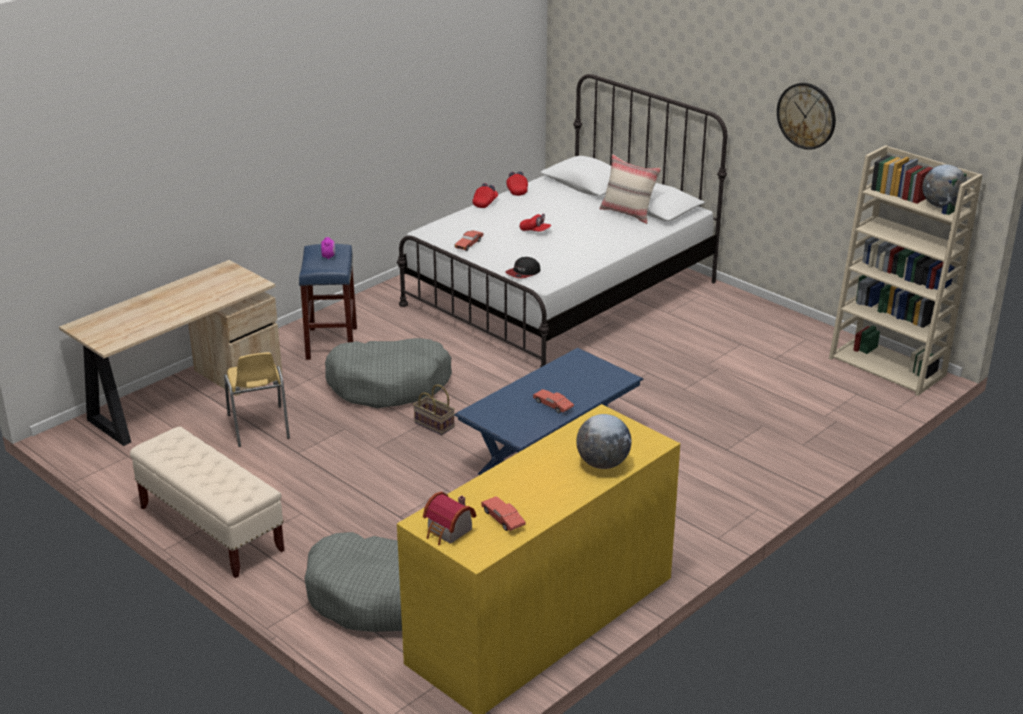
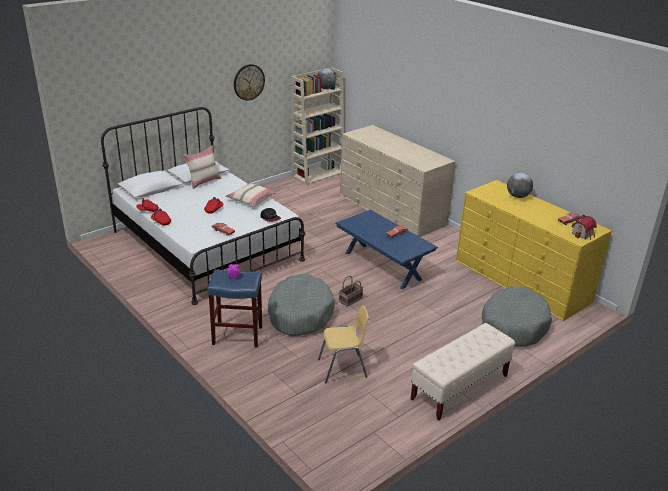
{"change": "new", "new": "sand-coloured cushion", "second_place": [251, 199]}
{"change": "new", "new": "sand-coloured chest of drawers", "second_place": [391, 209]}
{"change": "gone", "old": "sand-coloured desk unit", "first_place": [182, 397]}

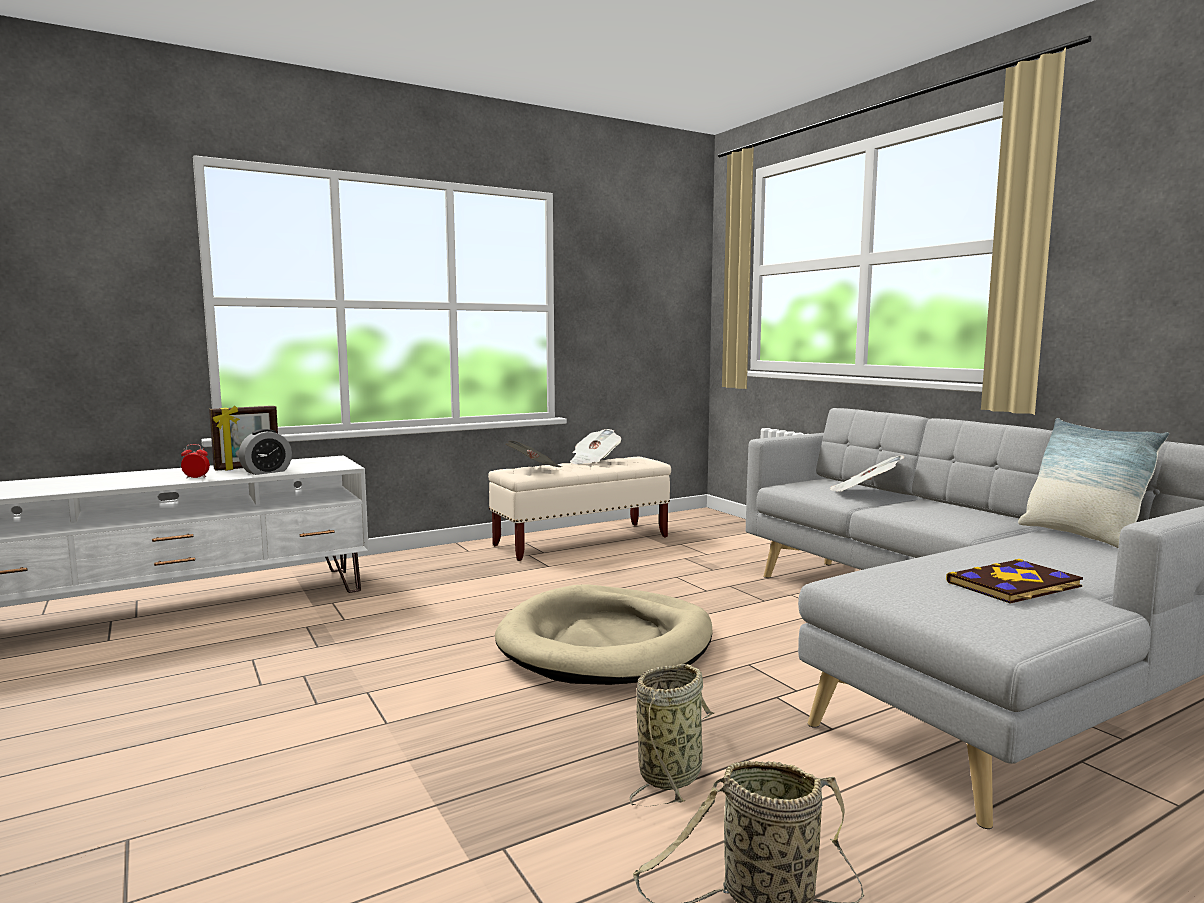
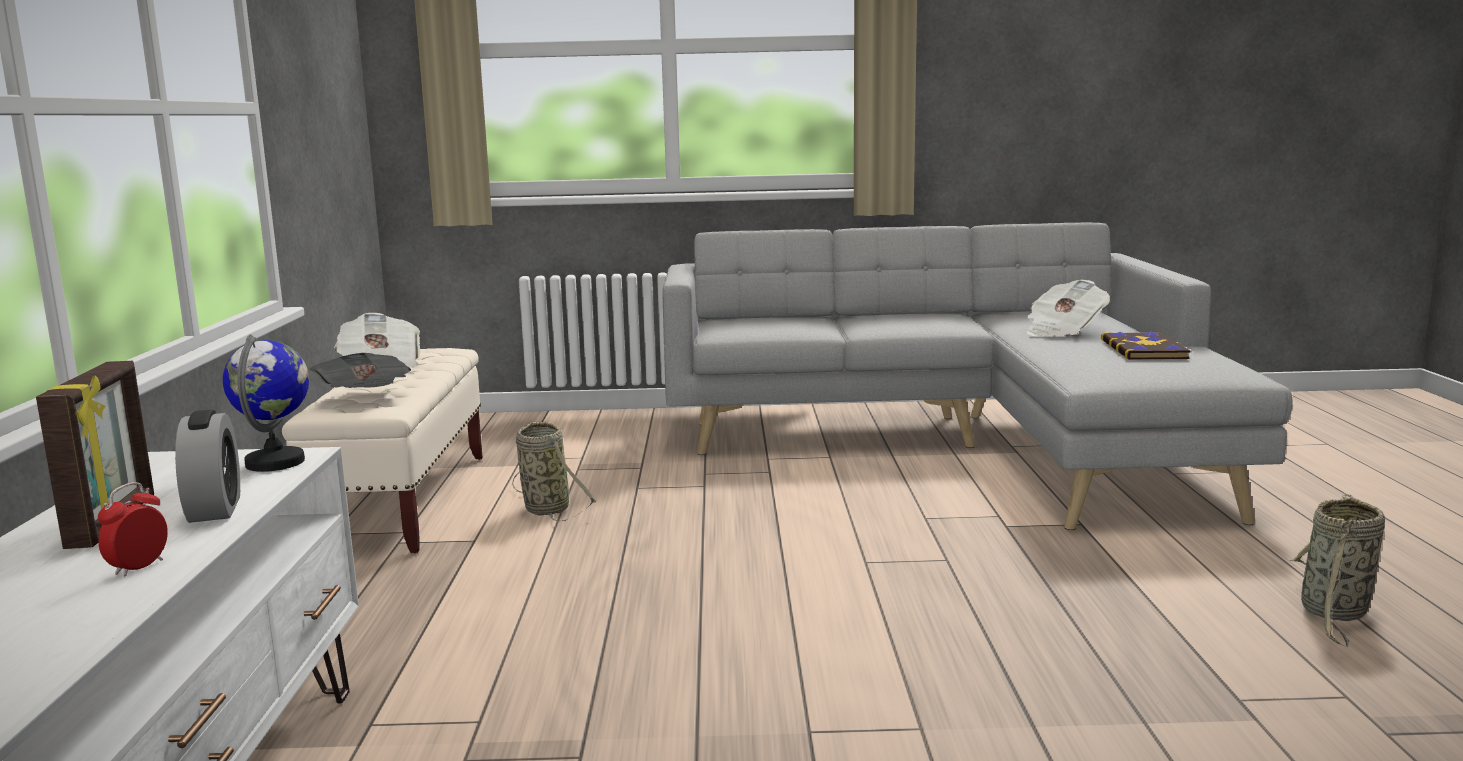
{"change": "new", "new": "world globe", "second_place": [276, 462]}
{"change": "shifted", "old": "storage basket", "first_place": [672, 773], "second_place": [545, 508]}
{"change": "shifted", "old": "printed paper", "first_place": [863, 492], "second_place": [1062, 331]}
{"change": "gone", "old": "sand-coloured dog cushion", "first_place": [606, 643]}
{"change": "gone", "old": "cushion", "first_place": [1080, 536]}

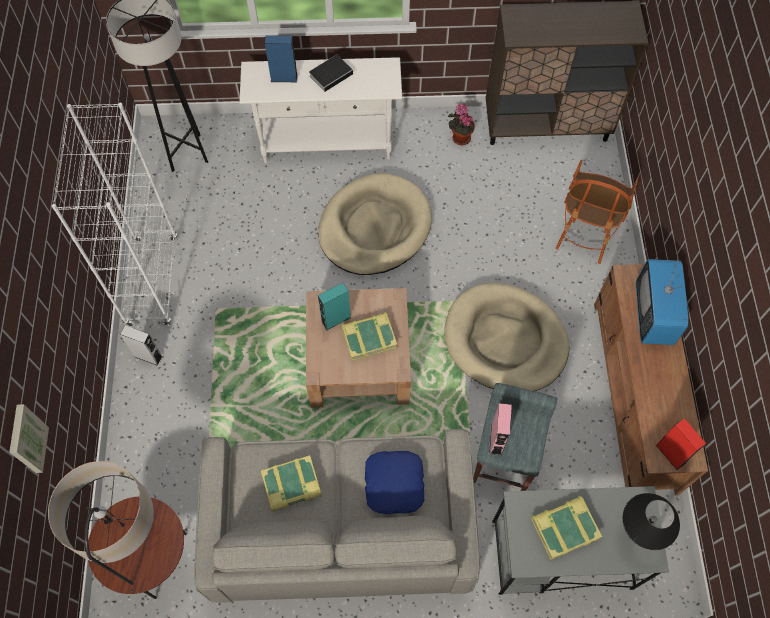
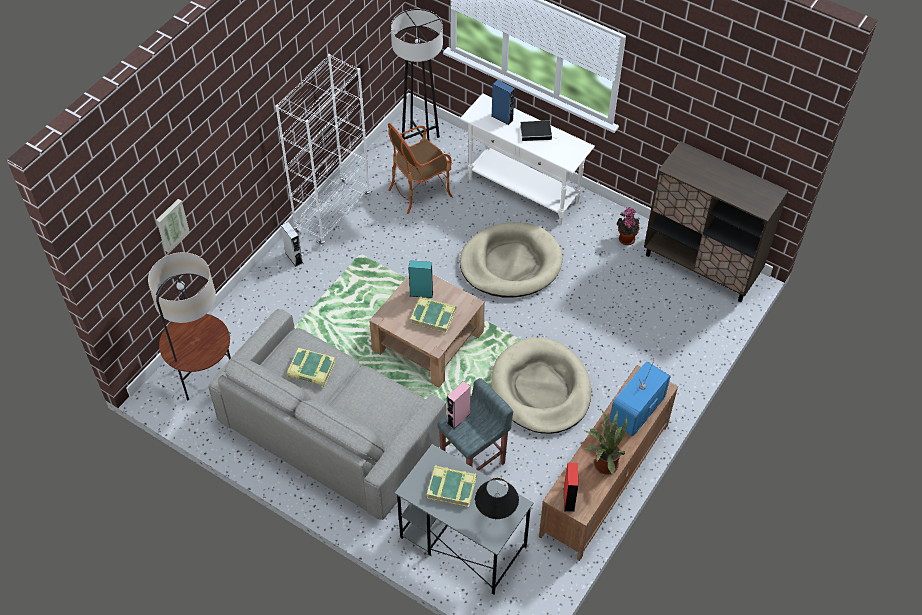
{"change": "shifted", "old": "lounge chair", "first_place": [586, 230], "second_place": [420, 191]}
{"change": "new", "new": "plant in a pot", "second_place": [603, 463]}
{"change": "gone", "old": "blue cushion", "first_place": [393, 484]}

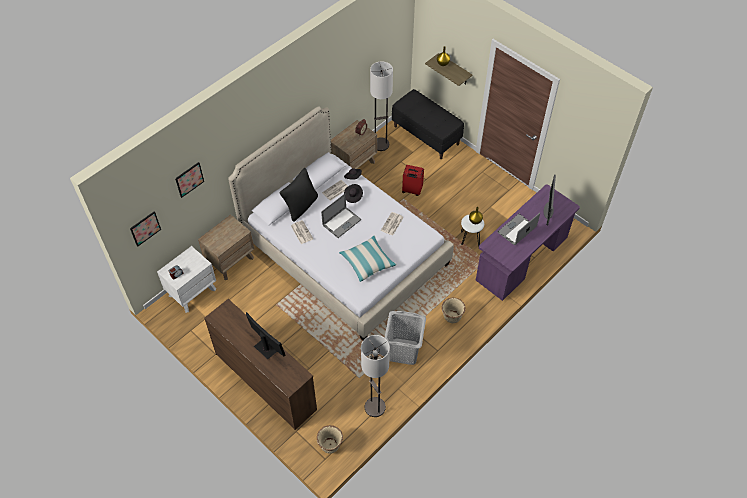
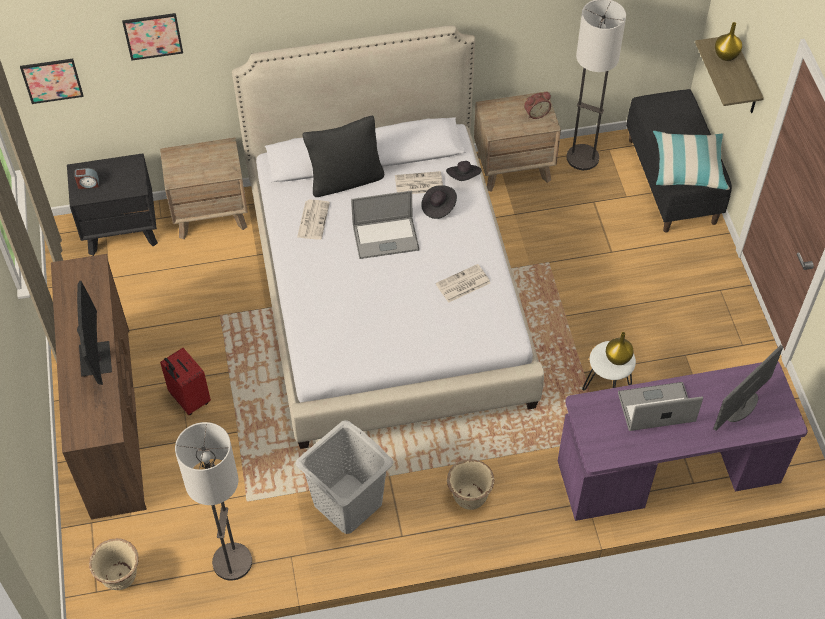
{"change": "repainted", "old": "white nightstand", "new": "black-coloured nightstand", "first_place": [192, 292], "second_place": [122, 230]}
{"change": "shifted", "old": "red suitcase", "first_place": [411, 191], "second_place": [189, 400]}
{"change": "shifted", "old": "cushion", "first_place": [367, 262], "second_place": [688, 167]}

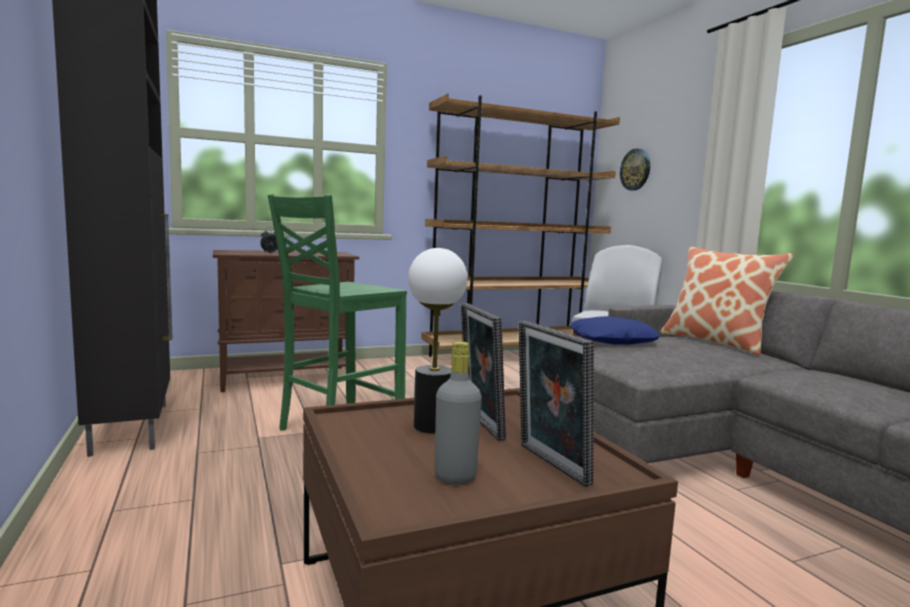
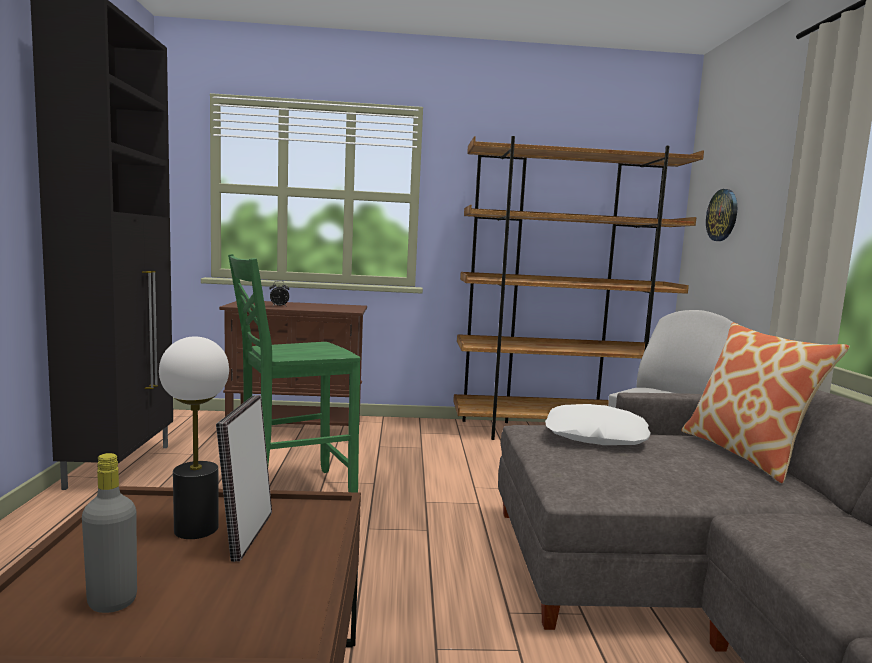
{"change": "repainted", "old": "blue cushion", "new": "white cushion", "first_place": [612, 341], "second_place": [595, 436]}
{"change": "gone", "old": "standing frame", "first_place": [549, 465]}

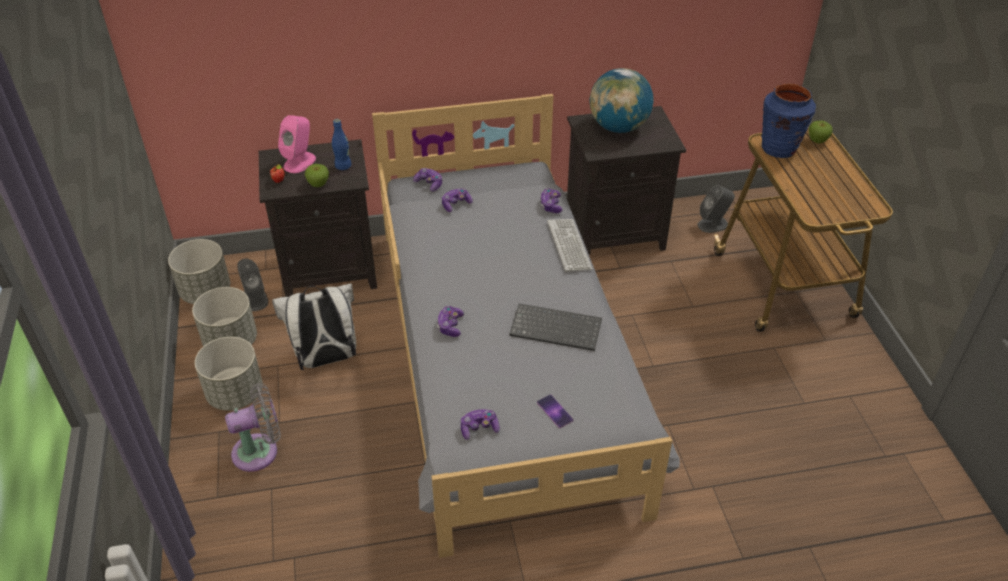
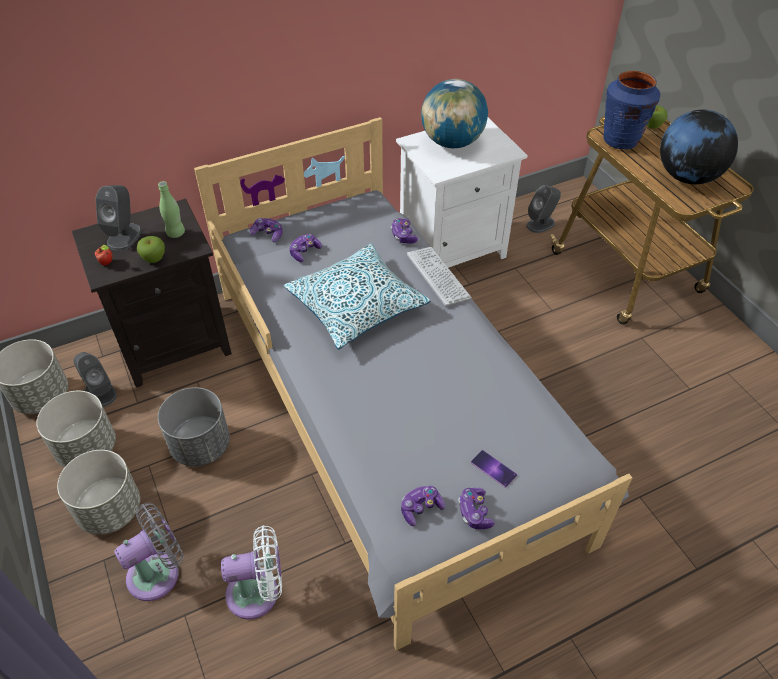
{"change": "repainted", "old": "pinkish audio speaker", "new": "gray audio speaker", "first_place": [300, 162], "second_place": [124, 236]}
{"change": "repainted", "old": "blue drink bottle", "new": "greenish drink bottle", "first_place": [343, 166], "second_place": [176, 233]}
{"change": "swapped", "old": "white backpack", "new": "gray flower pot", "first_place": [326, 359], "second_place": [200, 446]}
{"change": "new", "new": "white cooling fan", "second_place": [258, 592]}
{"change": "new", "new": "cushion", "second_place": [356, 305]}
{"change": "repainted", "old": "black-coloured nightstand", "new": "white nightstand", "first_place": [615, 232], "second_place": [452, 248]}
{"change": "shifted", "old": "joypad", "first_place": [450, 326], "second_place": [474, 512]}
{"change": "new", "new": "world globe", "second_place": [687, 177]}
{"change": "gone", "old": "keyboard", "first_place": [557, 328]}

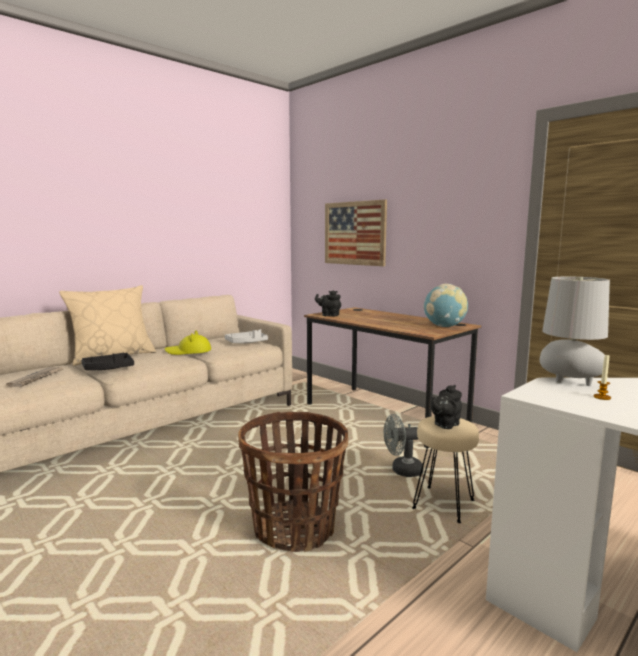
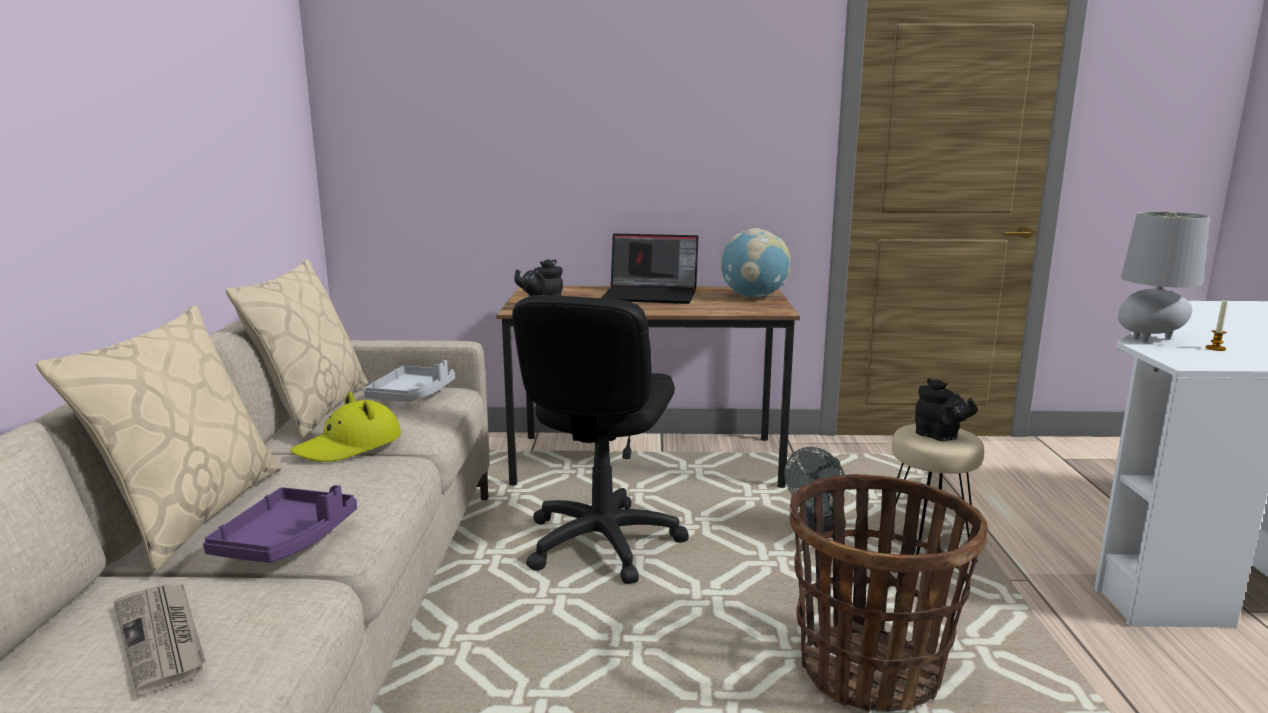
{"change": "repainted", "old": "black-coloured tray", "new": "purple-coloured tray", "first_place": [108, 368], "second_place": [287, 540]}
{"change": "new", "new": "sand-coloured cushion", "second_place": [312, 409]}
{"change": "new", "new": "black-coloured office chair", "second_place": [601, 542]}
{"change": "new", "new": "portable computer", "second_place": [652, 295]}
{"change": "rotated", "old": "black-coloured pot for tea", "first_place": [445, 425], "second_place": [939, 436], "degrees": -45}
{"change": "gone", "old": "wall picture", "first_place": [354, 233]}

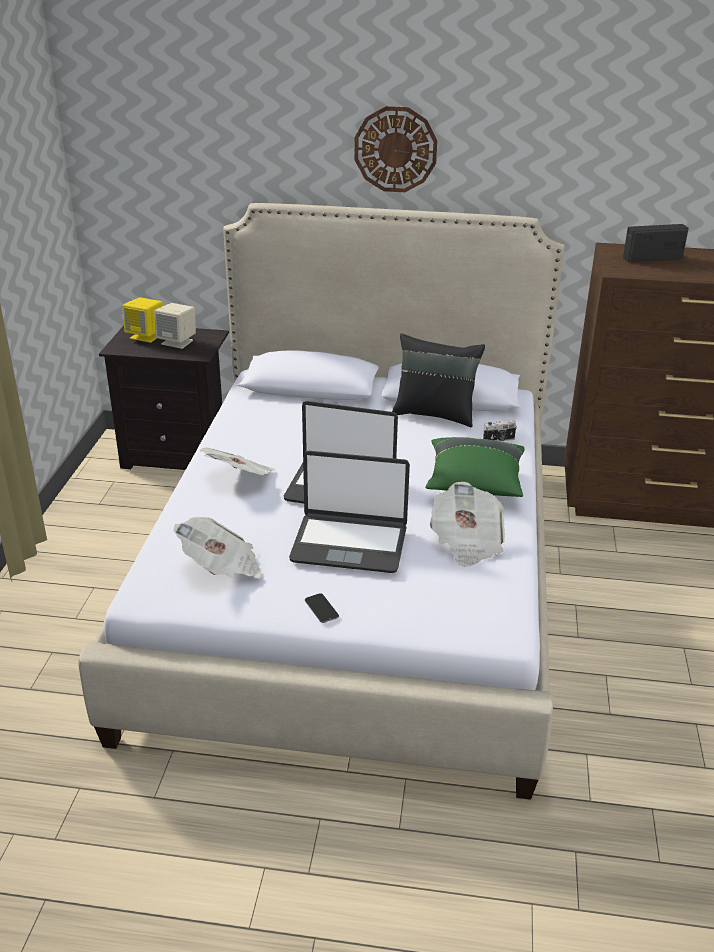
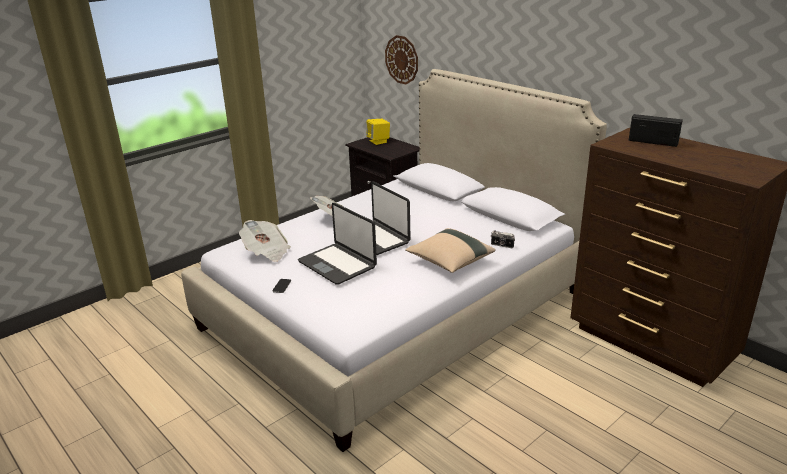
{"change": "shifted", "old": "hanging clock", "first_place": [395, 149], "second_place": [402, 59]}
{"change": "repainted", "old": "greenish cushion", "new": "sand-coloured cushion", "first_place": [474, 484], "second_place": [449, 261]}
{"change": "gone", "old": "sand-coloured audio speaker", "first_place": [177, 342]}
{"change": "gone", "old": "black-coloured cushion", "first_place": [435, 414]}
{"change": "gone", "old": "printed paper", "first_place": [466, 542]}

